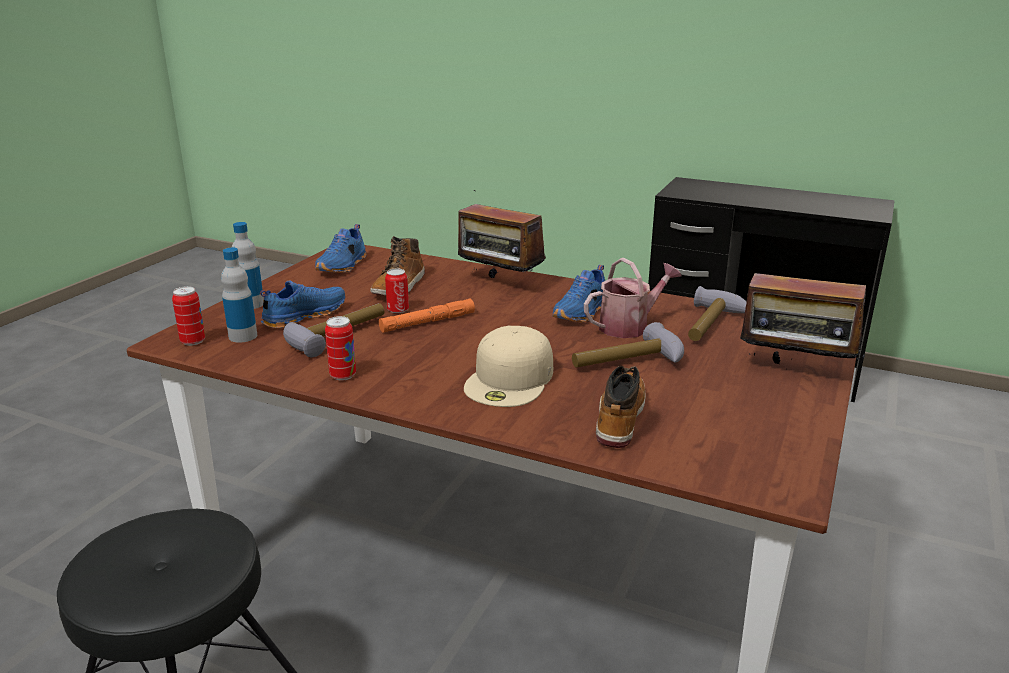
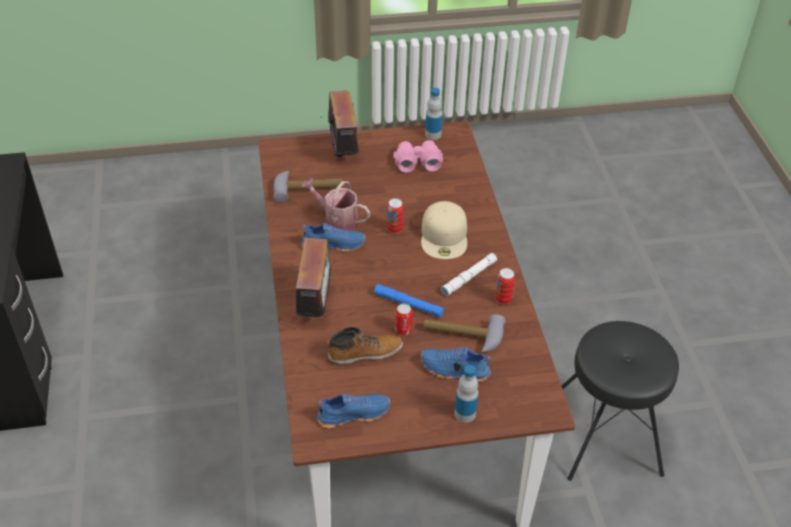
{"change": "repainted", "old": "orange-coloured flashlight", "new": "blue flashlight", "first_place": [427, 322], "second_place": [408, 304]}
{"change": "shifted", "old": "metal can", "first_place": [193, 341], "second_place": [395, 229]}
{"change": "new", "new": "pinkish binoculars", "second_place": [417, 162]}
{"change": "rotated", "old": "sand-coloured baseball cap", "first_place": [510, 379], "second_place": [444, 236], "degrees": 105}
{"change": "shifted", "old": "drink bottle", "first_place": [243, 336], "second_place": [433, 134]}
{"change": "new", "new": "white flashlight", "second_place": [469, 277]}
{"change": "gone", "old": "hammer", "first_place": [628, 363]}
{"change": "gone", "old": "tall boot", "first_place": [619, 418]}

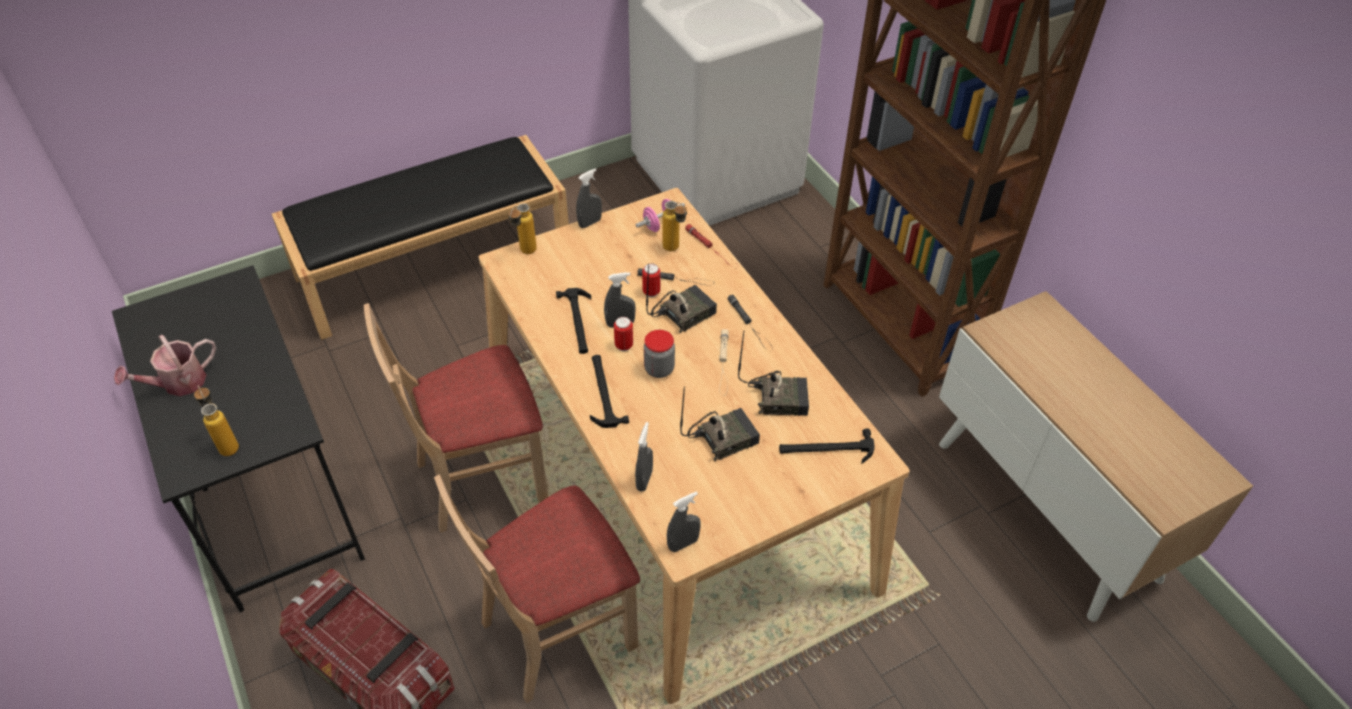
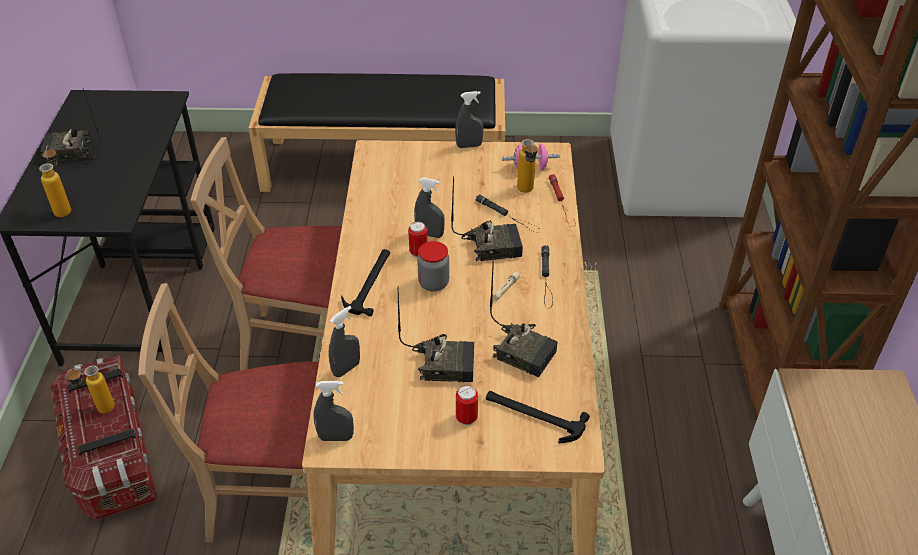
{"change": "swapped", "old": "sprinkling can", "new": "radio receiver", "first_place": [178, 383], "second_place": [69, 154]}
{"change": "shifted", "old": "drink bottle", "first_place": [524, 253], "second_place": [99, 411]}
{"change": "shifted", "old": "metal can", "first_place": [651, 292], "second_place": [466, 418]}
{"change": "gone", "old": "hammer", "first_place": [578, 322]}

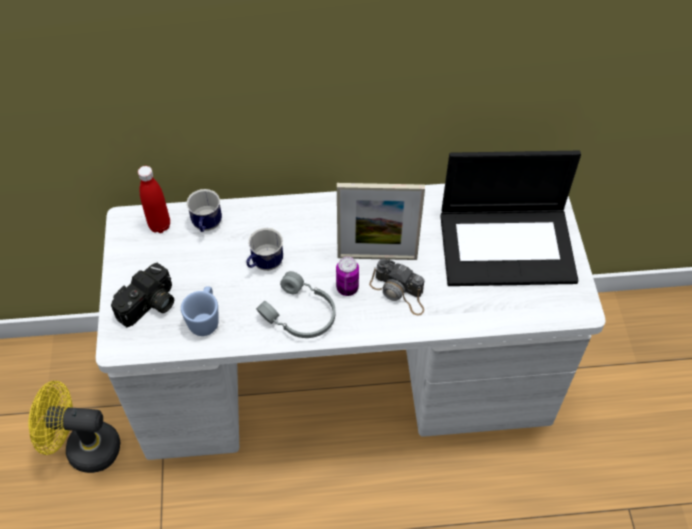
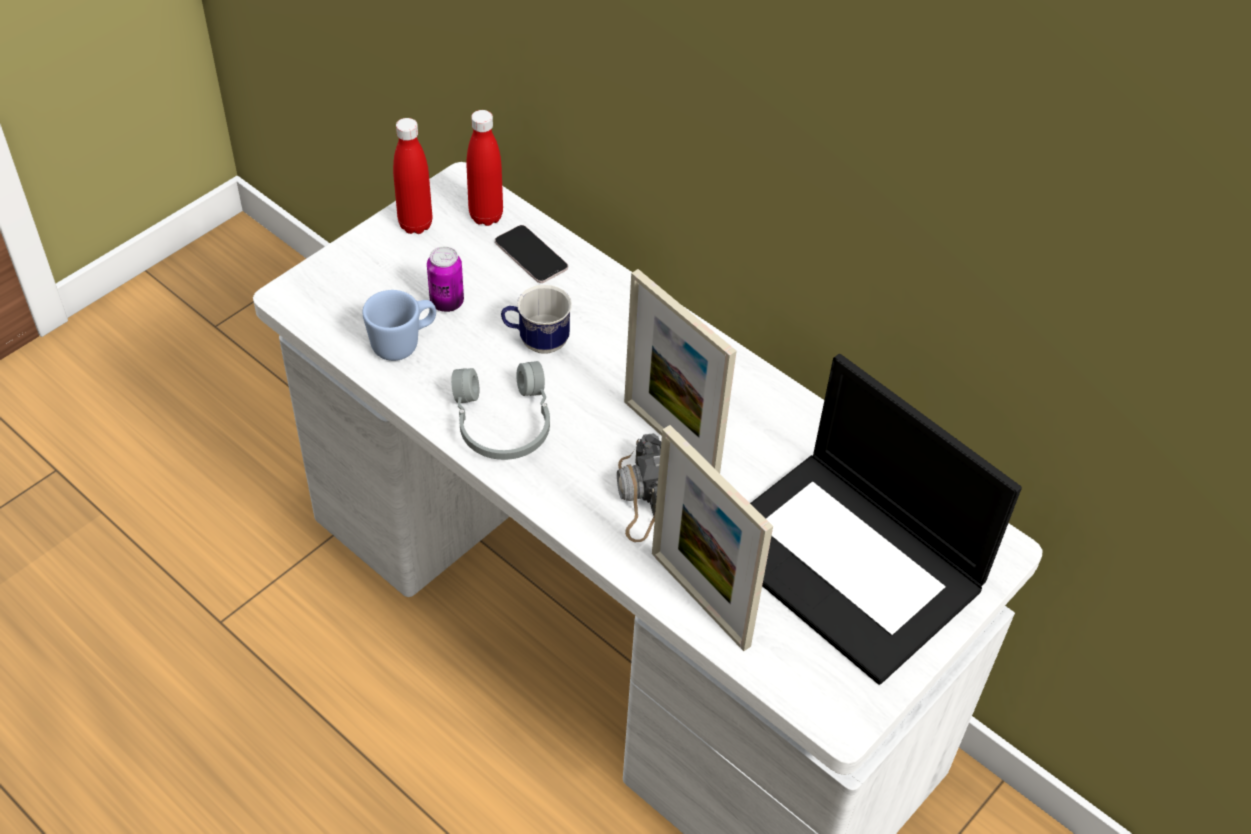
{"change": "new", "new": "red drink bottle", "second_place": [415, 225]}
{"change": "shifted", "old": "metal can", "first_place": [347, 288], "second_place": [447, 302]}
{"change": "swapped", "old": "coffee mug", "new": "handset", "first_place": [206, 226], "second_place": [531, 255]}
{"change": "new", "new": "standing frame", "second_place": [700, 599]}
{"change": "gone", "old": "yellow-coloured cooling fan", "first_place": [84, 448]}
{"change": "gone", "old": "still camera", "first_place": [150, 306]}

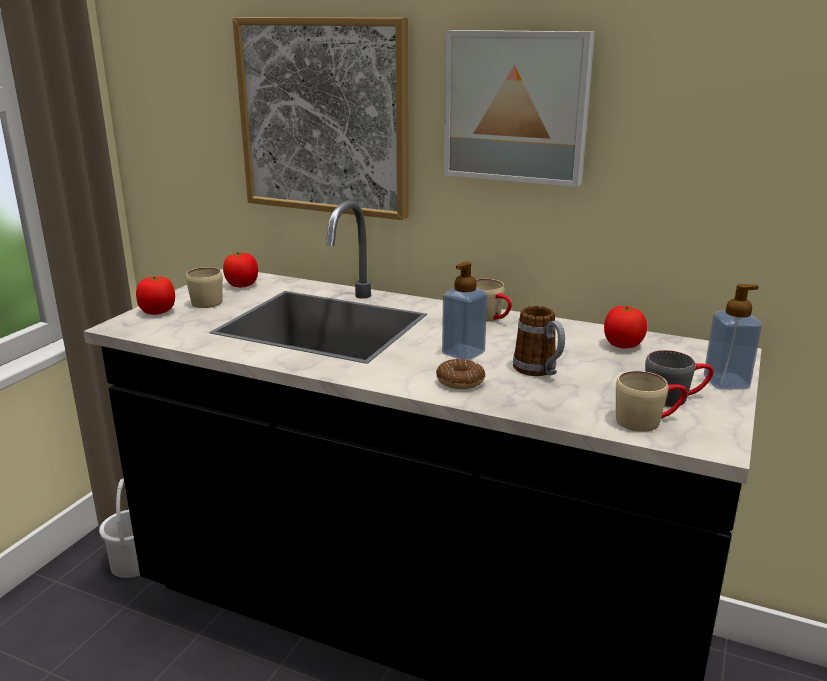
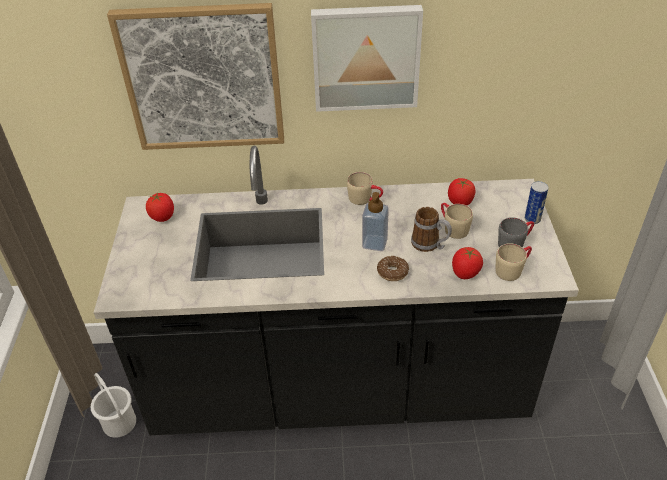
{"change": "shifted", "old": "sand-coloured coffee mug", "first_place": [207, 300], "second_place": [452, 227]}
{"change": "shifted", "old": "fresh tomato", "first_place": [158, 312], "second_place": [465, 273]}
{"change": "swapped", "old": "liquid soap bottle", "new": "metal can", "first_place": [726, 382], "second_place": [532, 219]}

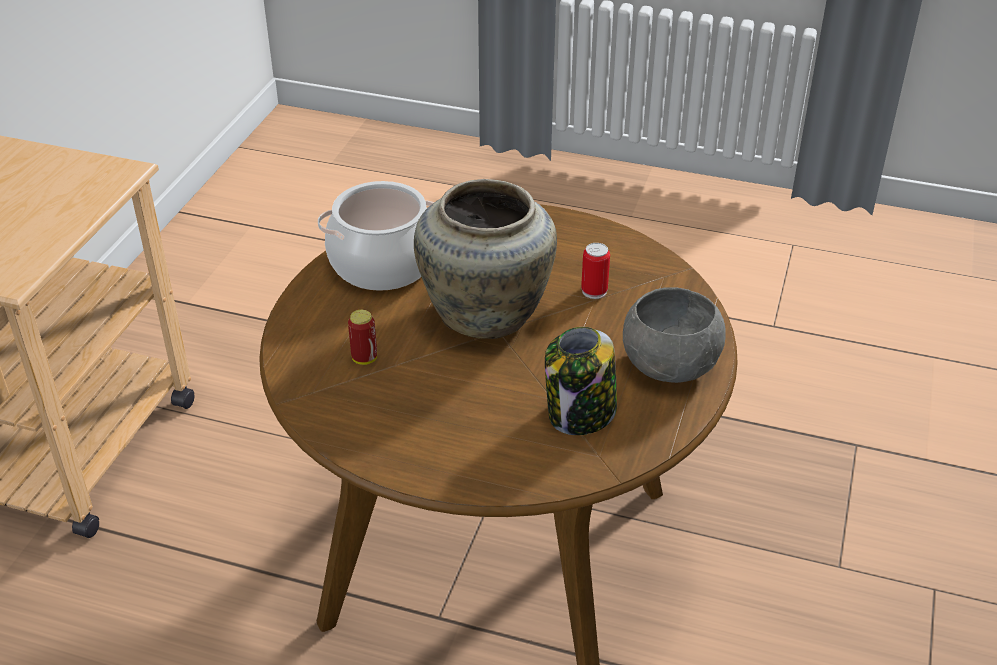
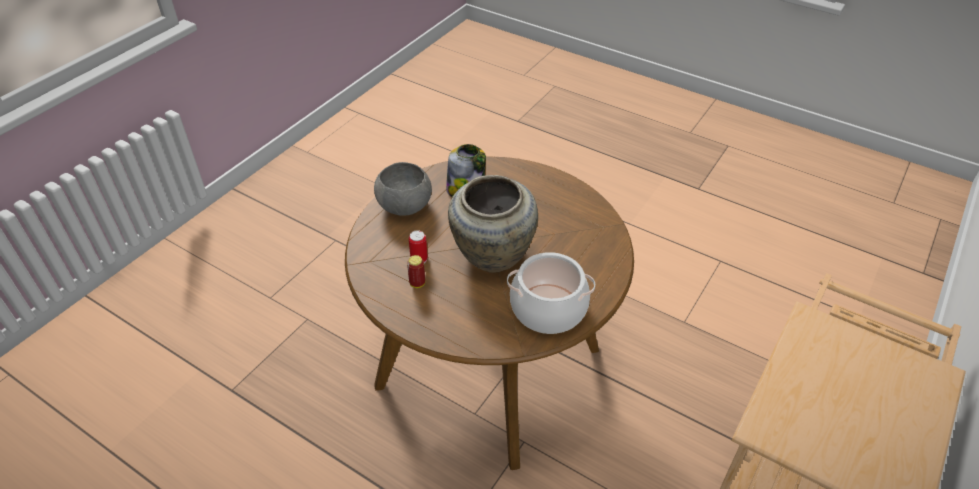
{"change": "shifted", "old": "metal can", "first_place": [364, 359], "second_place": [417, 283]}

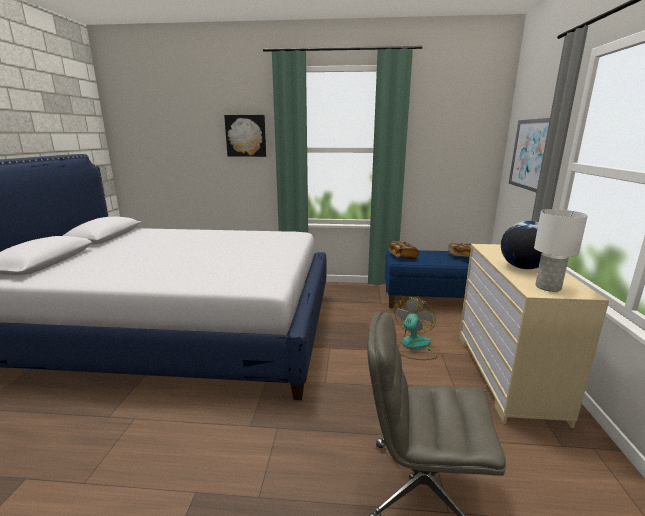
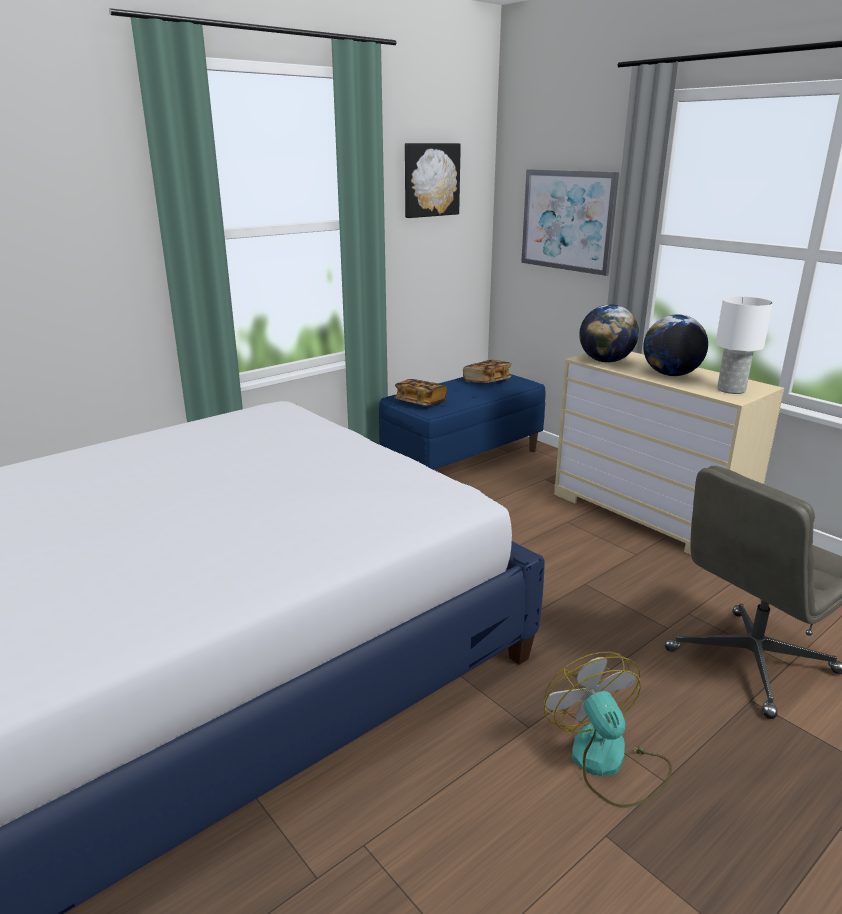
{"change": "shifted", "old": "wall picture", "first_place": [246, 136], "second_place": [430, 180]}
{"change": "shifted", "old": "cooling fan", "first_place": [414, 347], "second_place": [607, 762]}
{"change": "new", "new": "world globe", "second_place": [606, 361]}

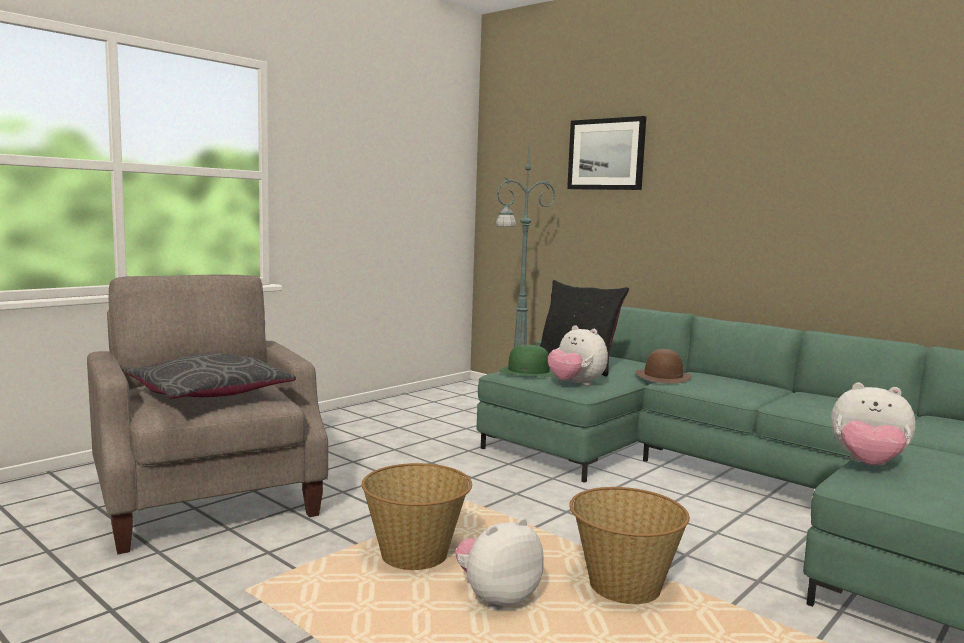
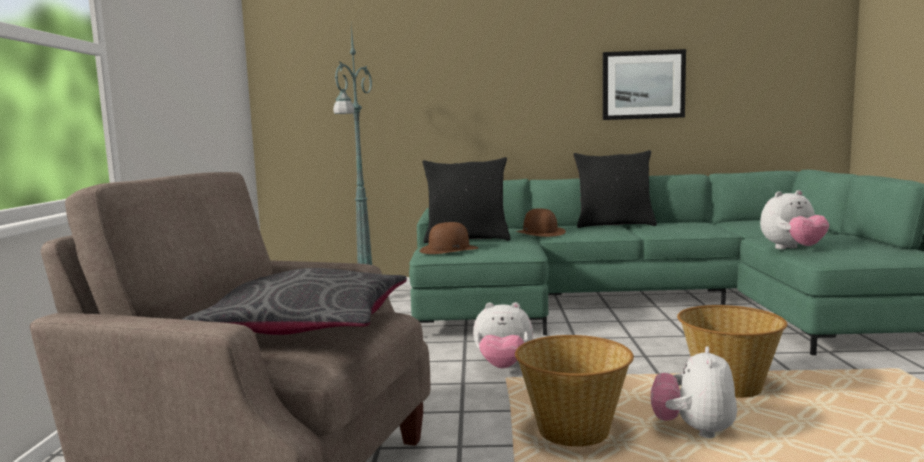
{"change": "repainted", "old": "greenish clothing hat", "new": "brownish clothing hat", "first_place": [528, 372], "second_place": [449, 249]}
{"change": "shifted", "old": "cuddly toy", "first_place": [576, 384], "second_place": [503, 367]}
{"change": "new", "new": "black-coloured cushion", "second_place": [614, 225]}
{"change": "shifted", "old": "wall picture", "first_place": [606, 154], "second_place": [643, 85]}

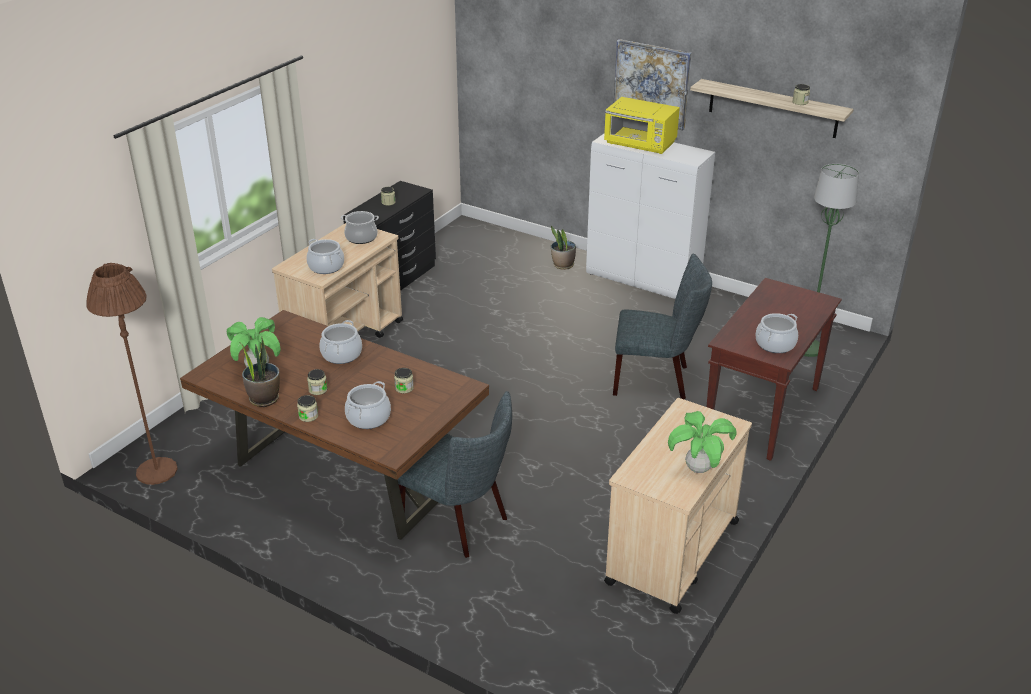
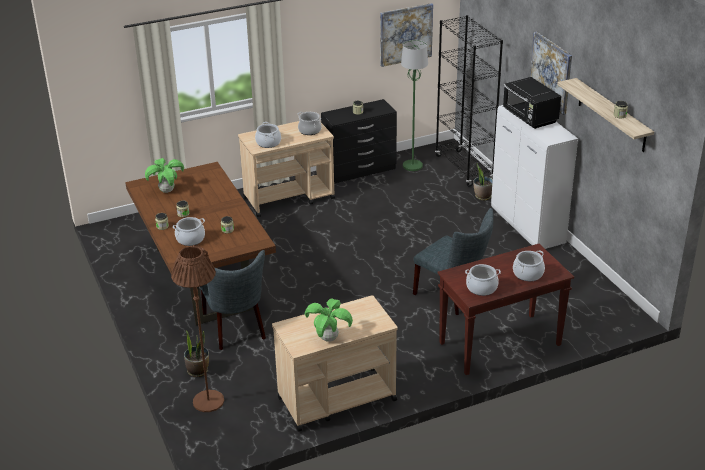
{"change": "shifted", "old": "brownish standing lamp", "first_place": [157, 471], "second_place": [208, 401]}
{"change": "shifted", "old": "plant in a pot", "first_place": [264, 399], "second_place": [198, 371]}
{"change": "new", "new": "wall picture", "second_place": [405, 34]}
{"change": "shifted", "old": "greenish standing lamp", "first_place": [808, 348], "second_place": [412, 166]}
{"change": "new", "new": "black-coloured bookcase", "second_place": [464, 168]}
{"change": "repainted", "old": "yellow-coloured kitchen microwave", "new": "black-coloured kitchen microwave", "first_place": [640, 144], "second_place": [530, 117]}
{"change": "shifted", "old": "stockpot", "first_place": [342, 354], "second_place": [528, 274]}

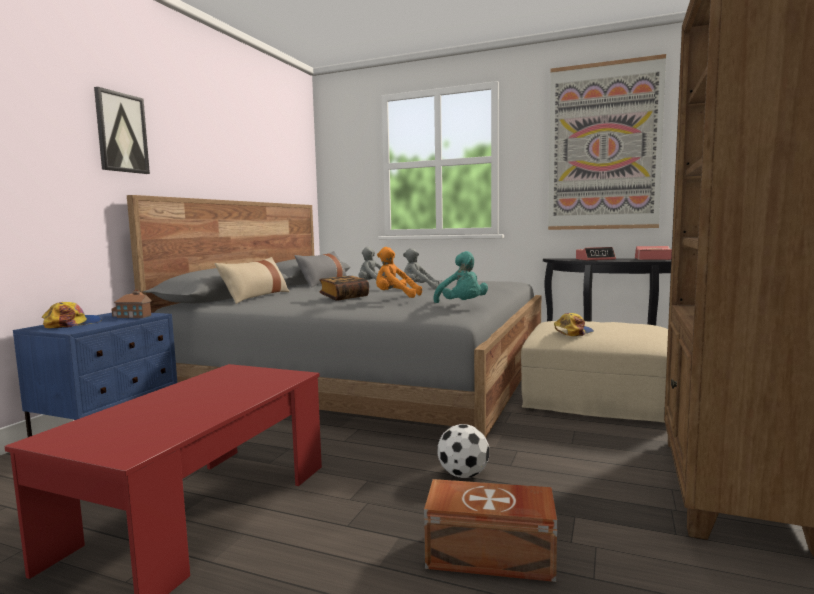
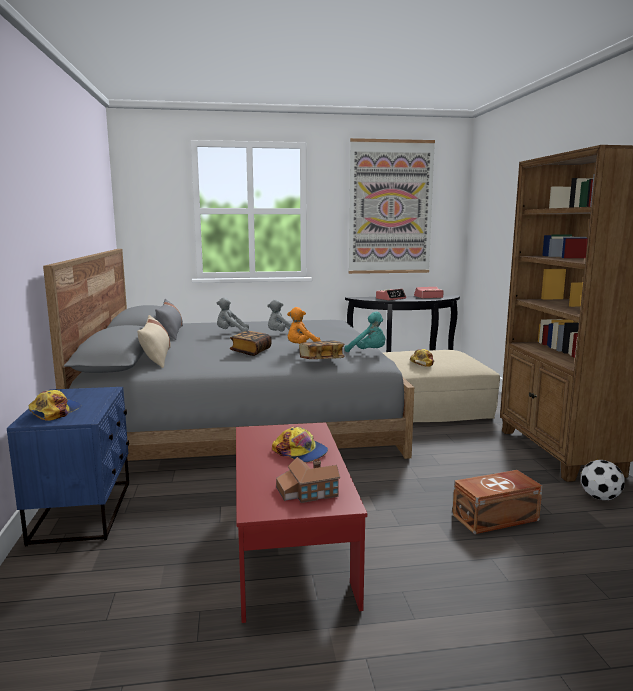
{"change": "new", "new": "baseball cap", "second_place": [300, 452]}
{"change": "shifted", "old": "model house", "first_place": [134, 315], "second_place": [306, 492]}
{"change": "new", "new": "bound book", "second_place": [321, 360]}
{"change": "shifted", "old": "ball for football", "first_place": [463, 475], "second_place": [600, 497]}
{"change": "gone", "old": "wall picture", "first_place": [121, 133]}

